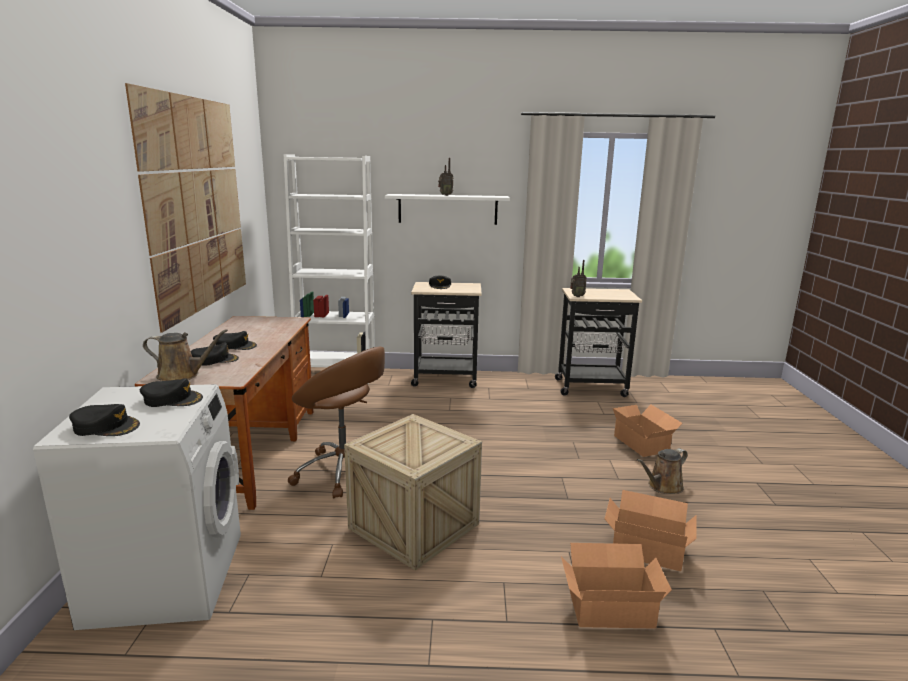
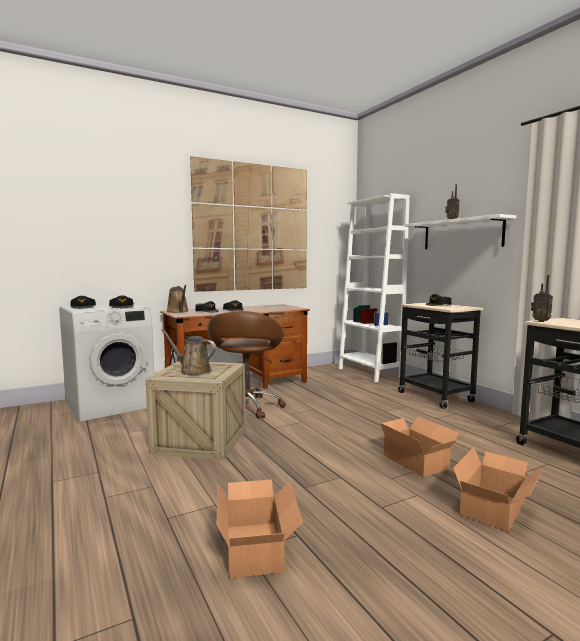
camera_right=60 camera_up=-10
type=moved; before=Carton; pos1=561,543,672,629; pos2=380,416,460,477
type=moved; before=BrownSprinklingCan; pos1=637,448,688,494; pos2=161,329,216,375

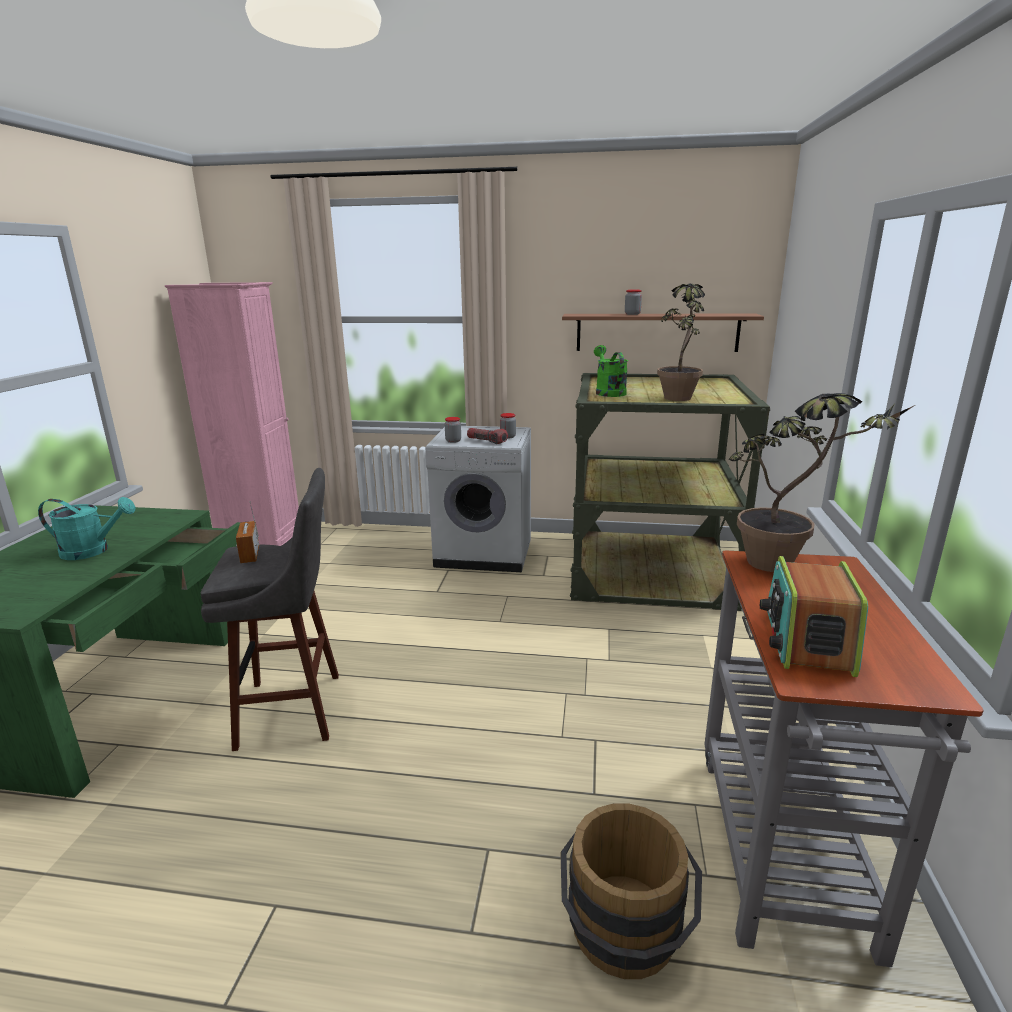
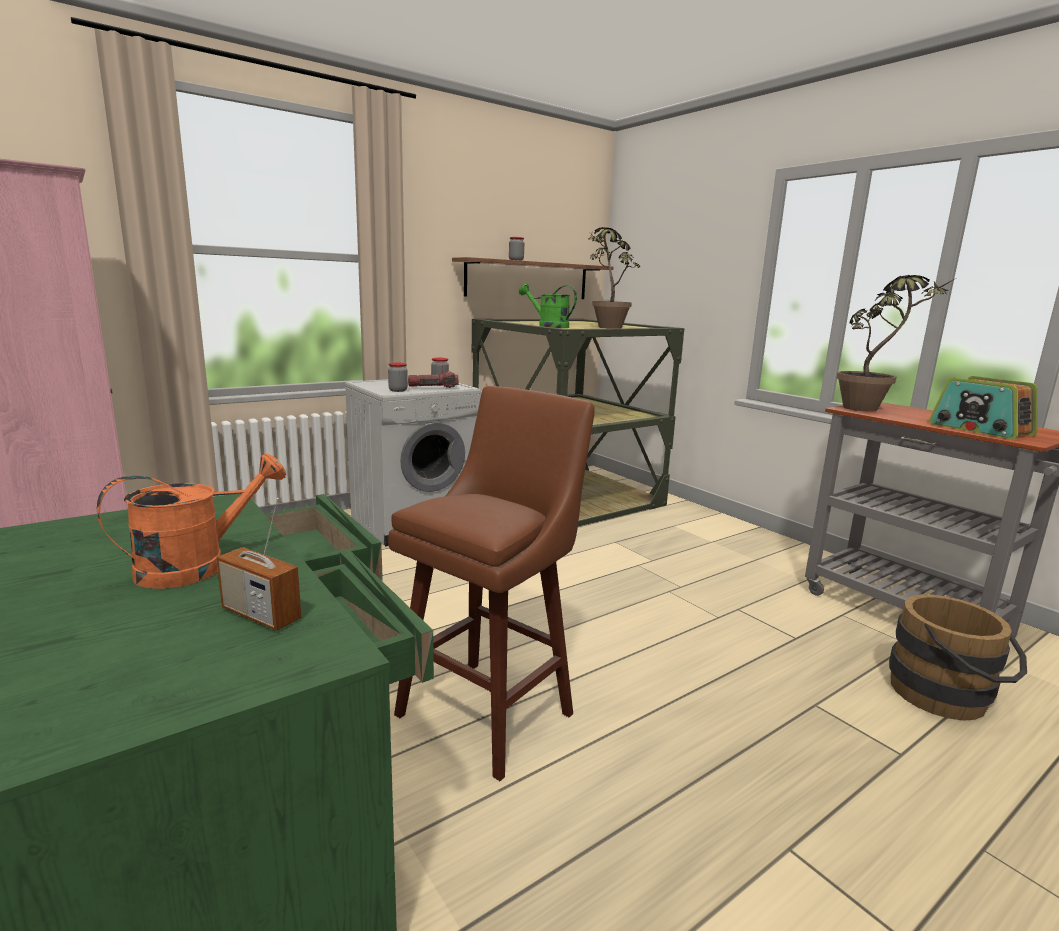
camera_right=-45 camera_up=-5
type=recoloured; before=BlueGreenSprinklingCan; after=OrangeySprinklingCan; pos1=38,497,136,560; pos2=97,453,286,589
type=recoloured; before=GraySittingStool; after=BrownSittingStool; pos1=201,468,339,751; pos2=388,386,595,781
type=moved; before=RadioSet; pos1=236,501,259,563; pos2=216,498,301,631

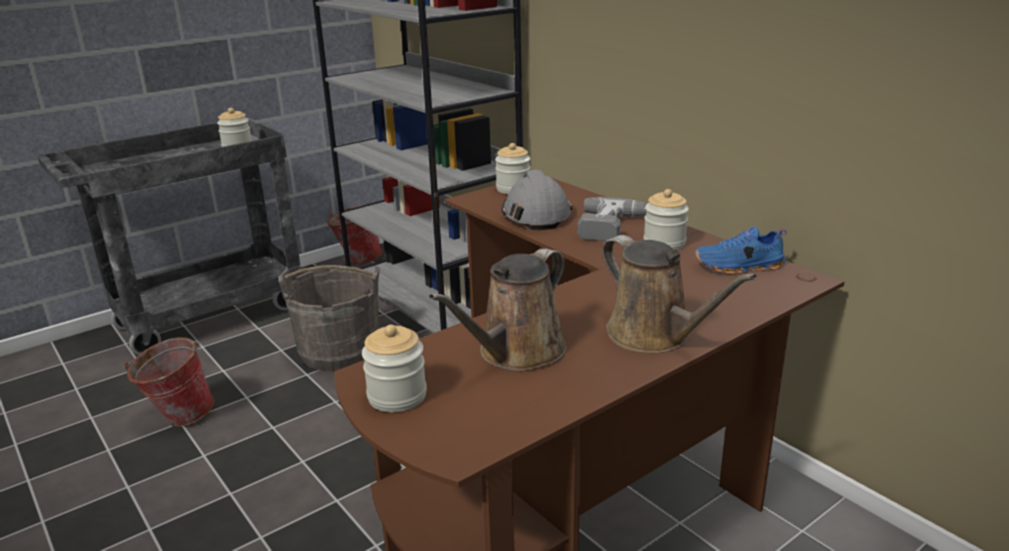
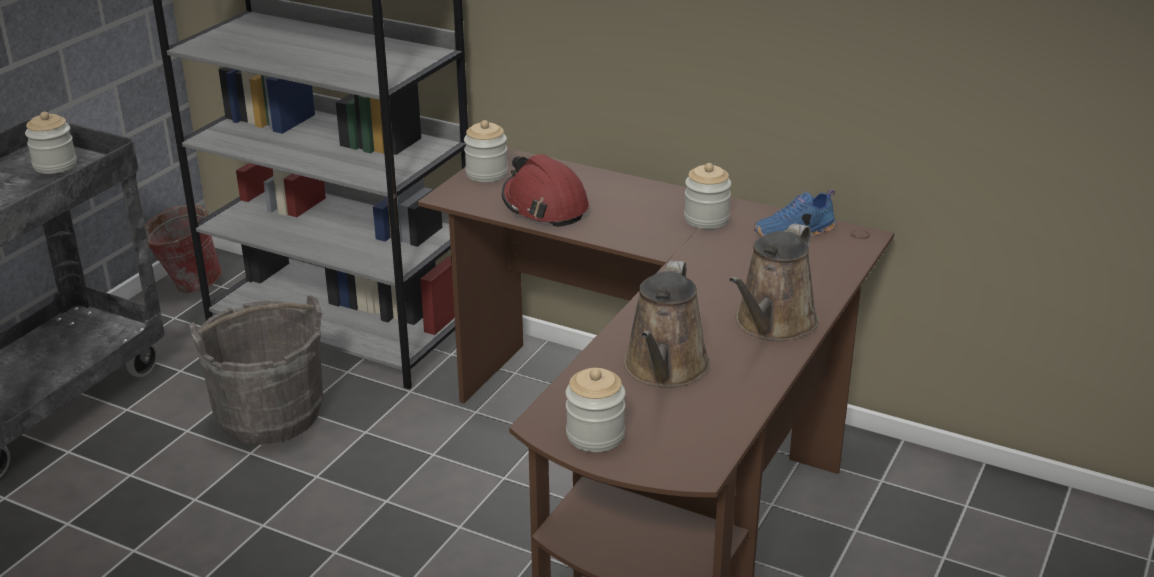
camera_right=-25 camera_up=5
type=removed; before=Bucket; pos1=124,337,215,427
type=recoloured; before=GrayWorkHelmet; after=RedColouredWorkHelmet; pos1=502,170,572,230; pos2=502,154,589,227
type=removed; before=ElectricDrill; pos1=577,197,648,241
type=turned; before=BrownSprinklingCan; pos1=602,235,757,353; pos2=729,223,818,341; turn=90

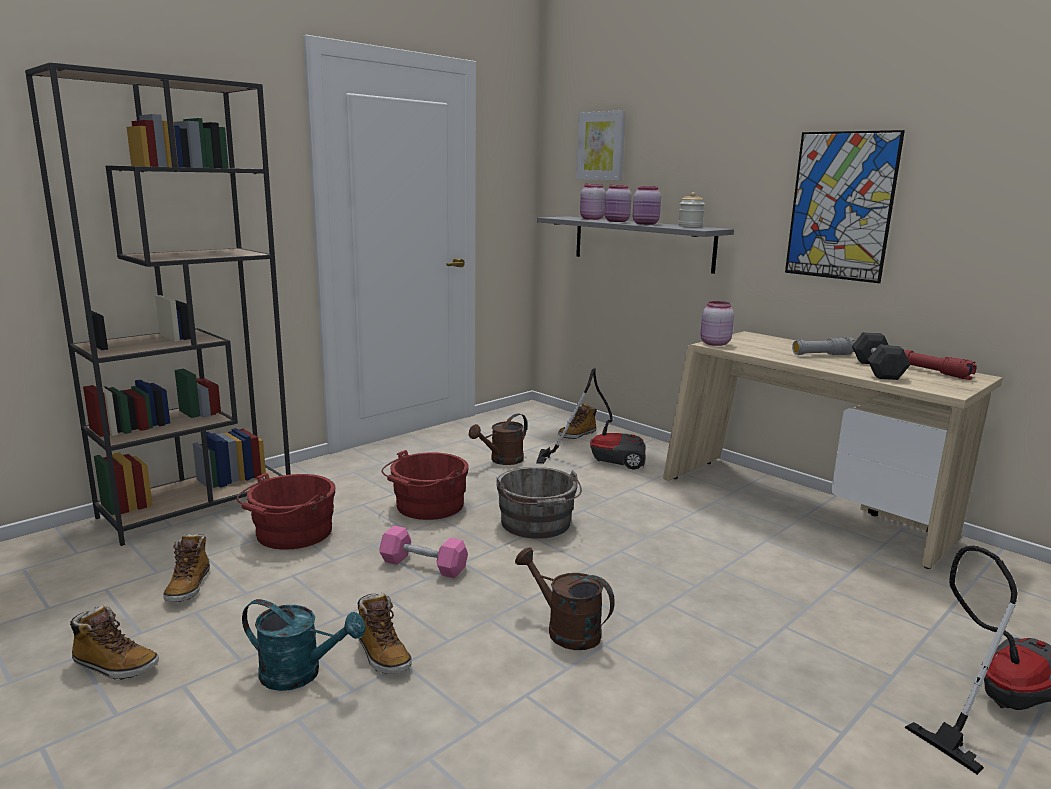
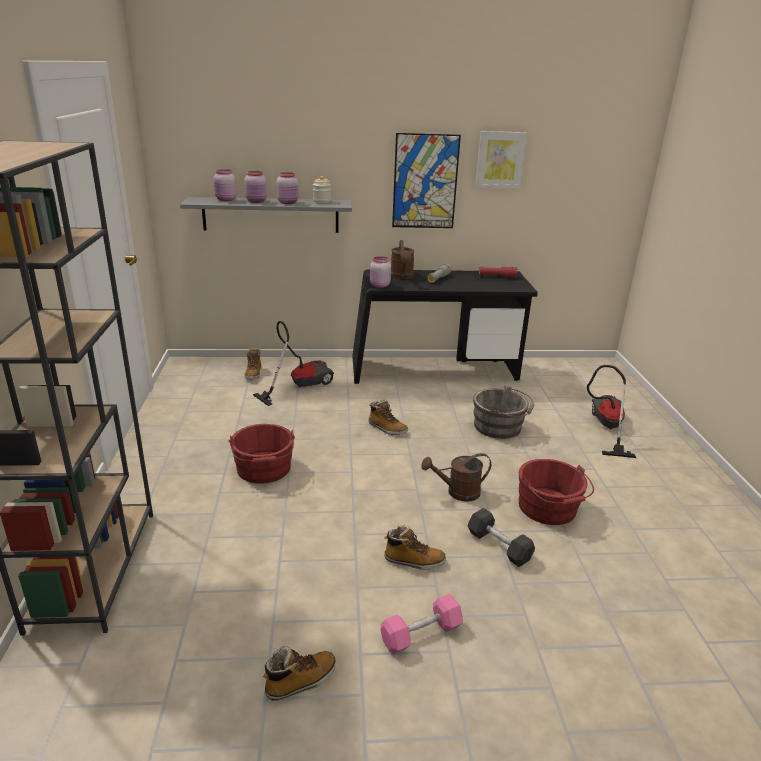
camera_right=-50 camera_up=10
type=moved; before=HighTopBoot; pos1=163,534,210,602; pos2=368,400,408,435
type=moved; before=RedColouredBucket; pos1=236,473,335,550; pos2=518,459,594,525
type=removed; before=BlueGreenSprinklingCan; pos1=242,599,366,691
type=moved; before=PinkFreeWeight; pos1=379,526,468,579; pos2=380,594,463,655
type=moved; before=BrownSprinklingCan; pos1=469,413,527,465; pos2=391,240,414,279
type=moved; before=GrayBucket; pos1=496,467,582,539; pos2=473,385,534,439
type=moved; before=Picture; pos1=576,110,626,181; pos2=475,131,527,188
type=recoloured; before=SandColouredDesk; after=BlackColouredDesk; pos1=663,331,1003,569; pos2=352,269,538,384
type=moved; before=GrayFreeWeight; pos1=852,332,910,380; pos2=468,508,535,567

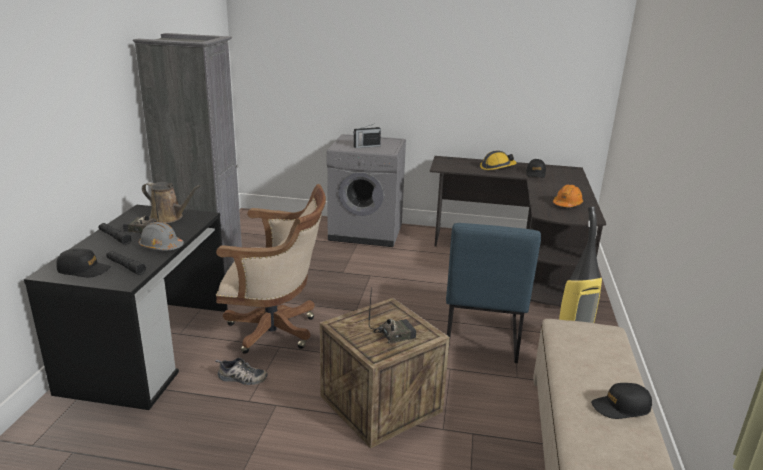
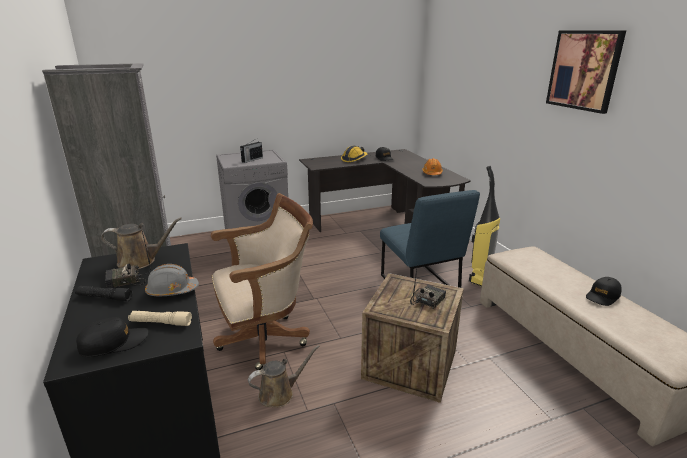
camera_right=-30 camera_up=0
type=recoloured; before=BlackColouredHandTorch; after=SandColouredHandTorch; pos1=106,251,146,275; pos2=128,311,192,326
type=replaced; before=LowShoe; after=BrownSprinklingCan; pos1=215,358,268,385; pos2=248,345,320,408
type=added; after=Picture; pos2=546,30,626,114

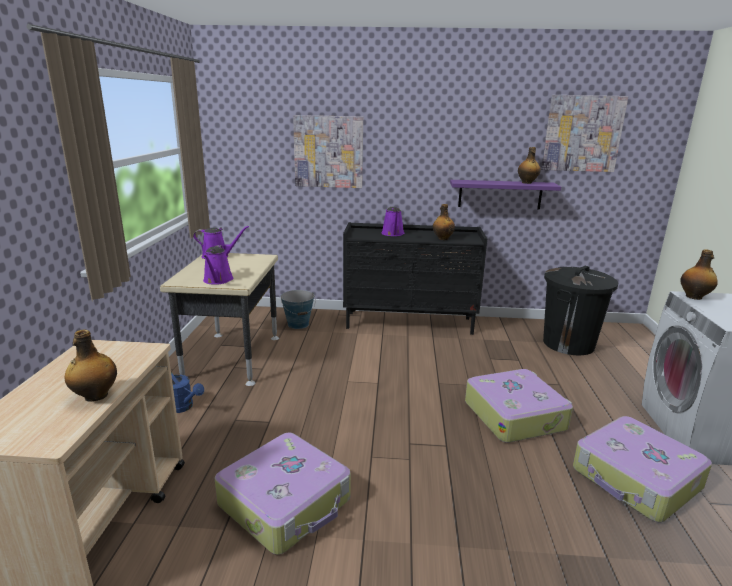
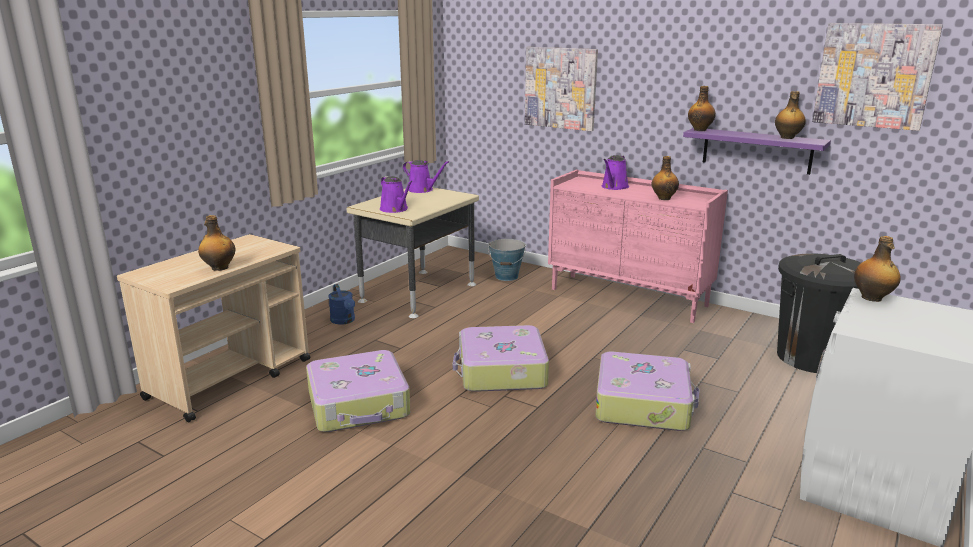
camera_right=30 camera_up=0
type=turned; before=PurpleSprinklingCan; pos1=203,245,234,285; pos2=380,176,413,213; turn=-60
type=recoloured; before=BlackColouredStorageCabinet; after=PinkStorageCabinet; pos1=343,222,487,335; pos2=548,170,728,323
type=moved; before=PieceOfLuggage; pos1=573,416,712,522; pos2=453,325,549,392
type=added; after=BeverageBottle; pos2=688,86,716,131

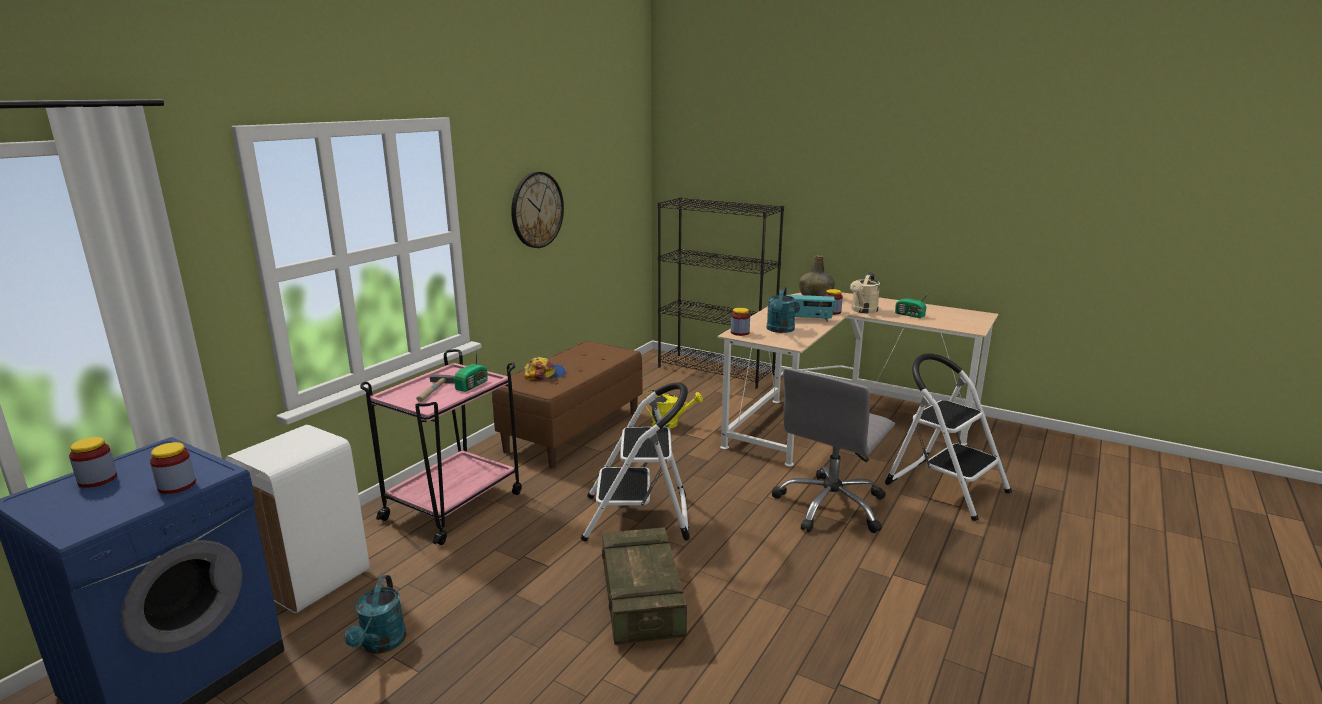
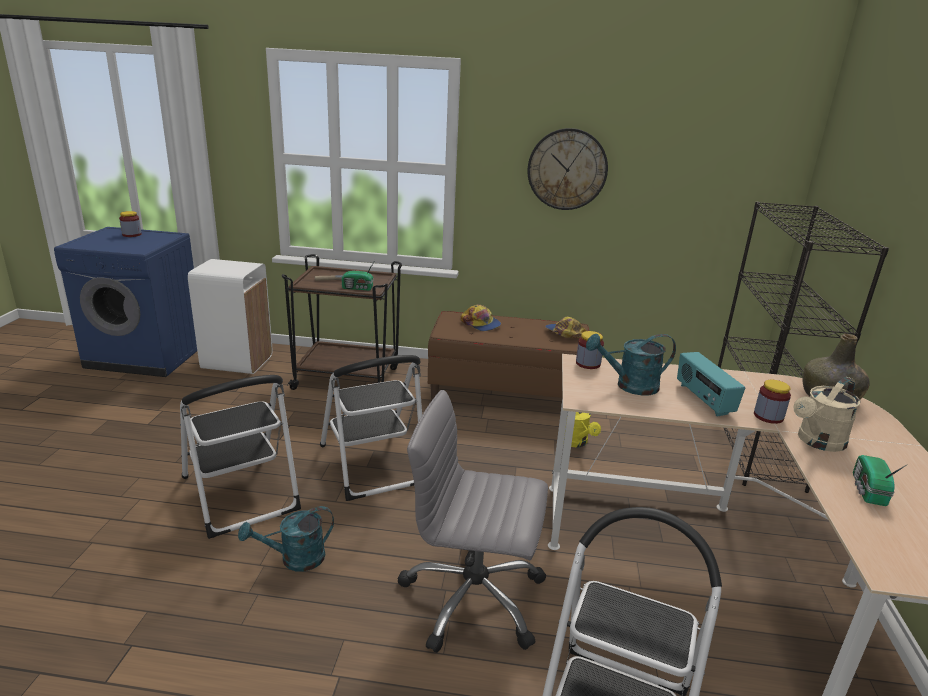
camera_right=65 camera_up=5
type=removed; before=PreserveJar; pos1=150,442,196,494
type=moved; before=BlueGreenSprinklingCan; pos1=344,575,406,654; pos2=238,506,334,572
type=recoloured; before=PinkCart; after=BrownCart; pos1=360,349,522,545; pos2=282,254,402,390
type=replaced; before=Crate; after=Stepladder; pos1=602,527,687,645; pos2=180,375,301,539
type=turned; before=SandColouredSprinklingCan; pos1=850,272,880,313; pos2=793,377,860,452; turn=-45
type=added; after=BaseballCap; pos2=545,317,587,339

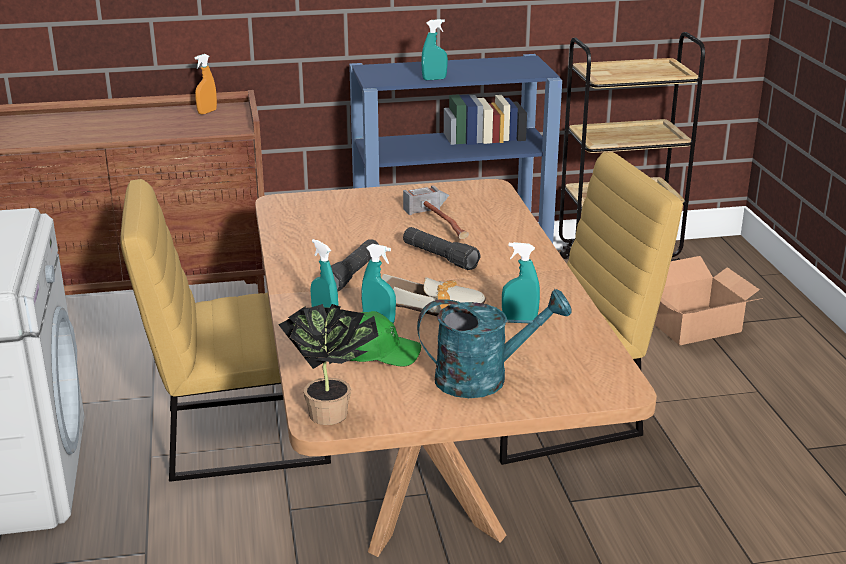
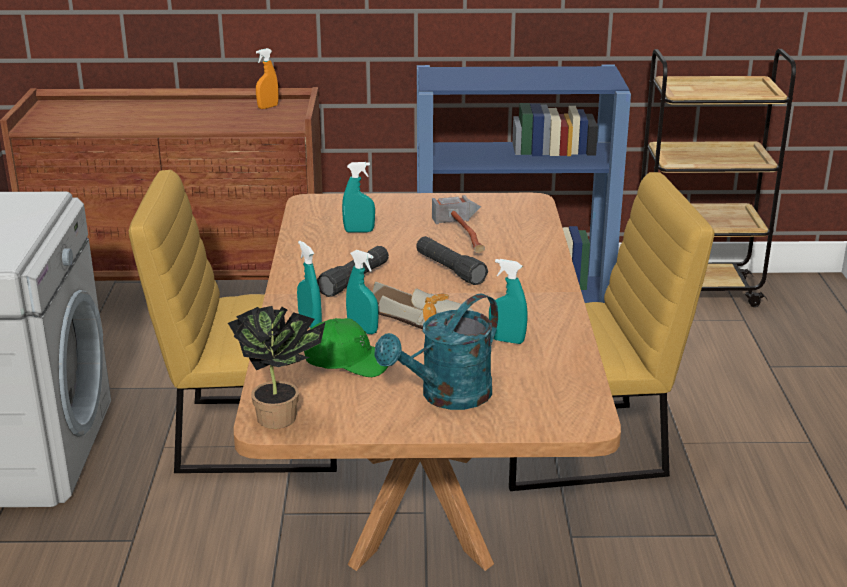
camera_right=10 camera_up=0
type=turned; before=BlueGreenSprinklingCan; pos1=417,289,572,398; pos2=375,293,498,410; turn=135
type=moved; before=BlueGreenSprayBottle; pos1=421,19,448,80; pos2=342,162,375,232
type=removed; before=Carton; pos1=654,256,763,345

